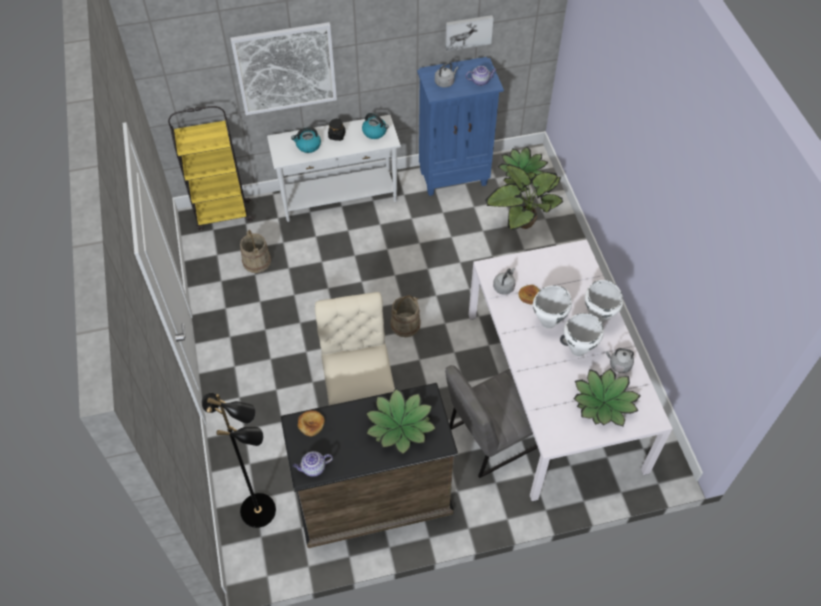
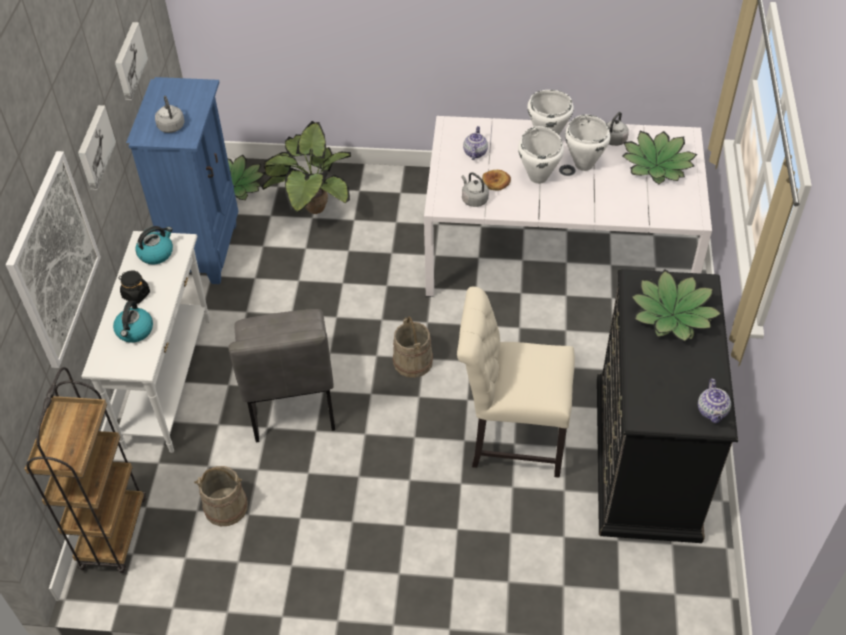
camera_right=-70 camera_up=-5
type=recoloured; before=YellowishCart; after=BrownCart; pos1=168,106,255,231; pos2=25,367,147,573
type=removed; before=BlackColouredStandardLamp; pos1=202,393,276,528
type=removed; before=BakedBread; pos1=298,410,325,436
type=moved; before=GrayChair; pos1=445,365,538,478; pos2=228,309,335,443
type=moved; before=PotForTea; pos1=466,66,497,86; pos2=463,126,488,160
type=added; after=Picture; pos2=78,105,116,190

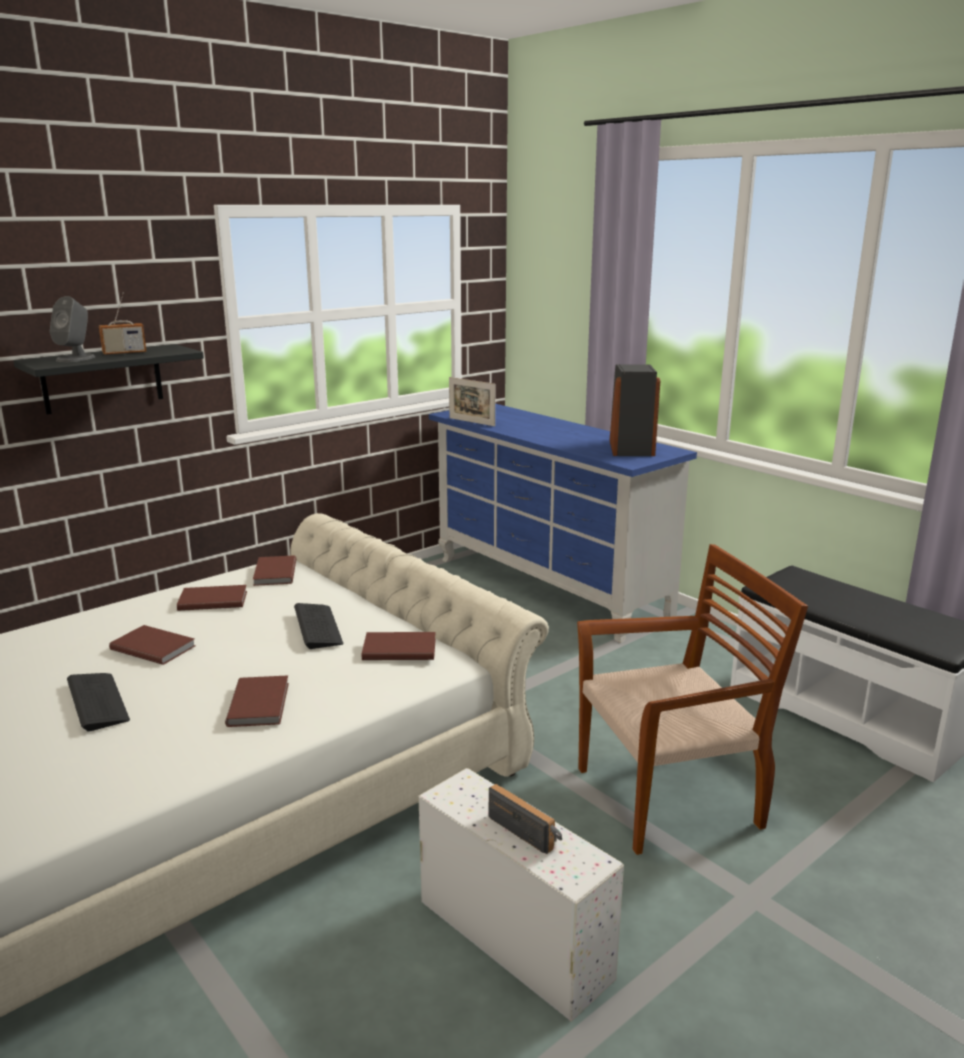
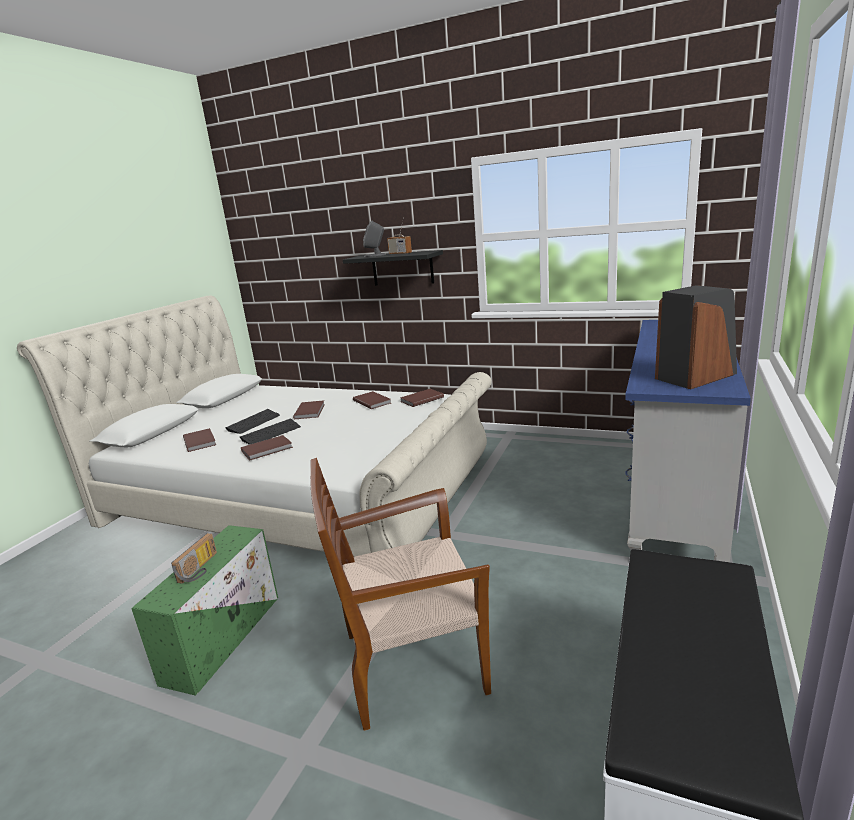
camera_right=65 camera_up=0
type=moved; before=ComputerKeyboard; pos1=294,603,343,649; pos2=240,418,301,445
type=moved; before=BrownBook; pos1=362,632,436,660; pos2=183,428,216,452
type=recoloured; before=WhiteStorageContainer; after=GreenColouredStorageContainer; pos1=418,768,624,1022; pos2=131,525,278,696
type=removed; before=PhotoFrame; pos1=449,377,495,426
type=turned; before=BrownLoungeChair; pos1=577,544,808,855; pos2=310,458,491,731; turn=120

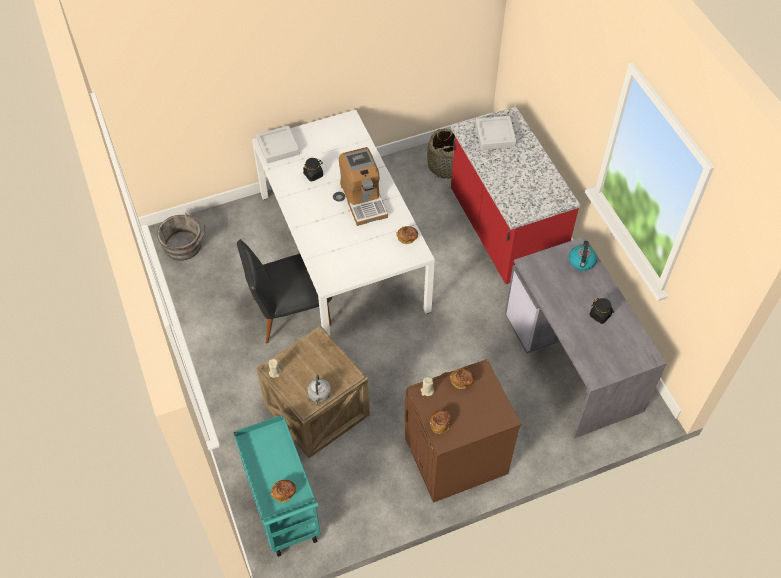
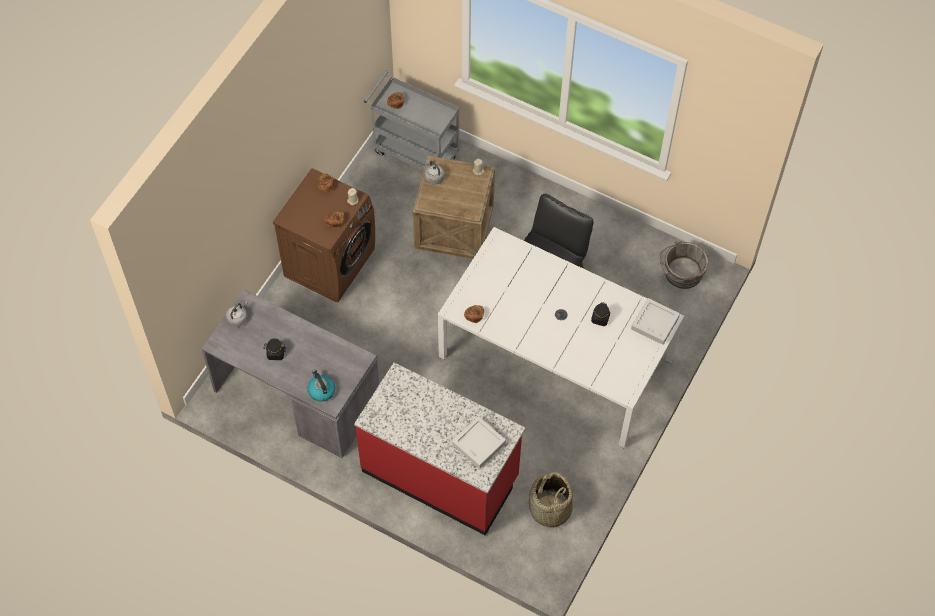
camera_right=140 camera_up=5
type=recoloured; before=BlueGreenCart; after=GrayCart; pos1=233,415,321,557; pos2=364,70,459,171
type=removed; before=CoffeeMaker; pos1=339,147,388,226
type=added; after=GrayWaterKettle; pos2=226,301,248,327

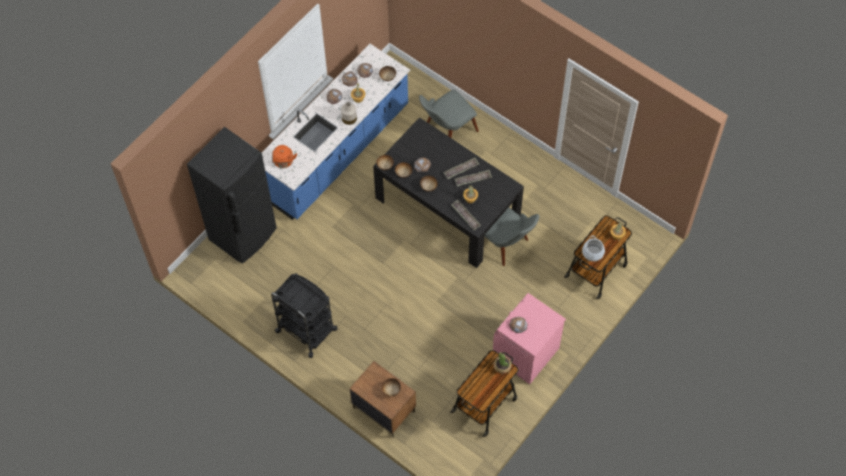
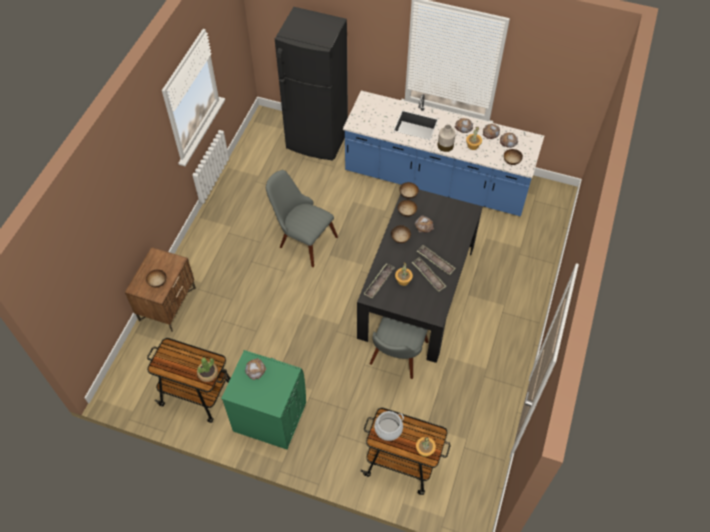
camera_right=70 camera_up=-5
type=removed; before=BlackColouredCart; pos1=271,273,338,358
type=removed; before=OrangeyWaterKettle; pos1=272,145,297,168
type=moved; before=GrayChair; pos1=419,89,479,138; pos2=266,170,338,267
type=recoloured; before=PinkLaundryAppliance; after=GreenColouredLaundryAppliance; pos1=493,293,566,384; pos2=221,350,306,449

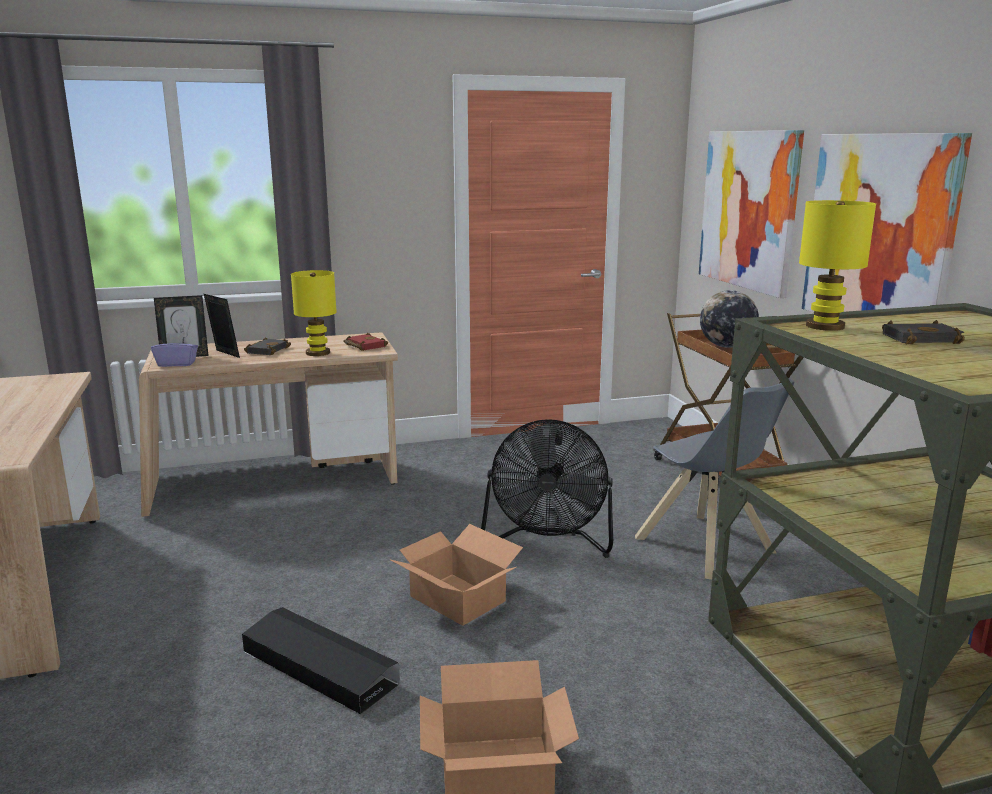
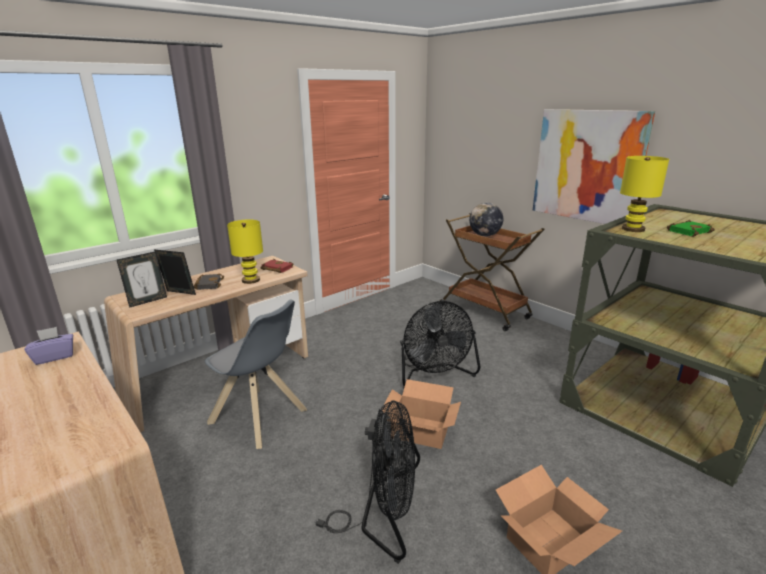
camera_right=-25 camera_up=5
type=moved; before=PurpleTissueHolder; pos1=151,333,198,367; pos2=24,327,73,365
type=replaced; before=BlackColouredStorageContainer; after=BlackColouredElectricFan; pos1=242,607,400,714; pos2=315,400,420,564
type=moved; before=GrayChair; pos1=635,378,794,580; pos2=205,300,307,449
type=removed; before=Picture; pos1=699,130,804,298
type=recoloured; before=BlackColouredBook; after=GreenColouredBook; pos1=882,320,965,344; pos2=667,220,715,237

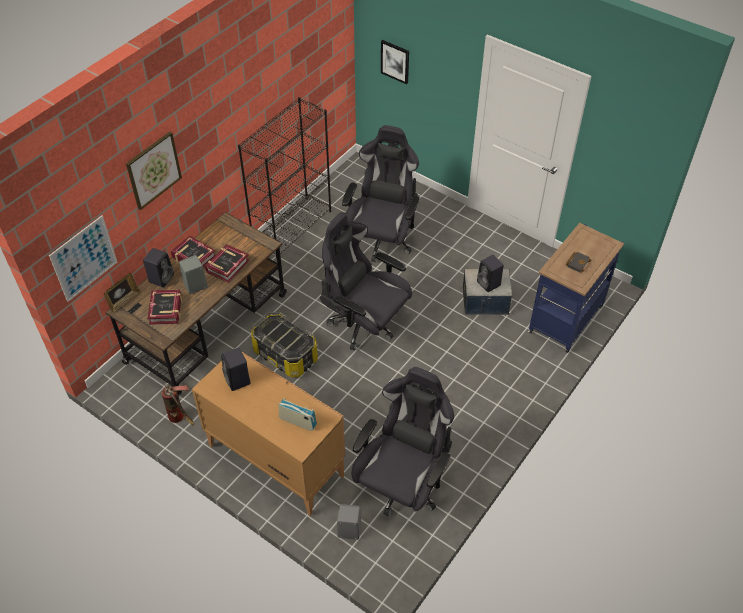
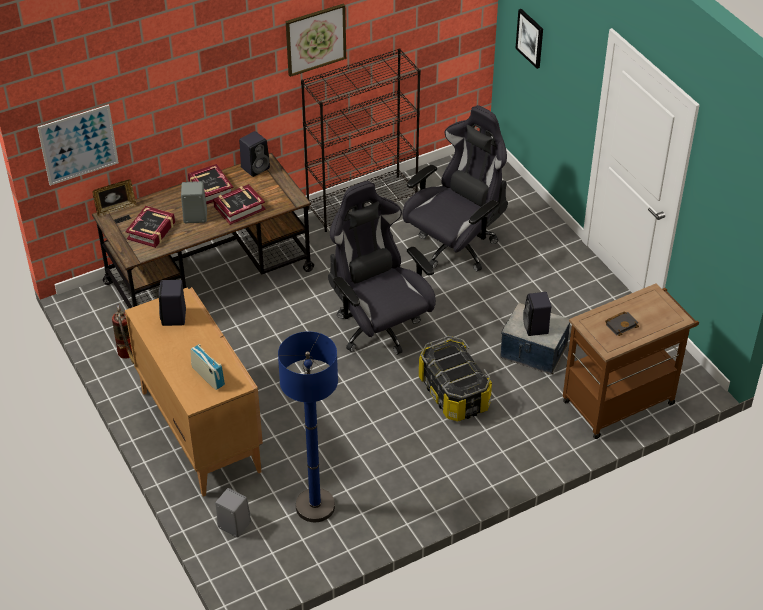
camera_right=25 camera_up=-5
type=moved; before=Picture; pos1=126,132,182,210; pos2=286,3,346,77
type=moved; before=BlackColouredSpeaker; pos1=143,248,174,288; pos2=239,131,270,177
type=moved; before=StorageContainer; pos1=251,312,318,377; pos2=419,336,492,421
type=replaced; before=BlackColouredComputerChair; after=BlueColouredStandardLamp; pos1=352,367,454,516; pos2=278,331,338,522
type=recoloured; before=BlueColouredCart; after=BrownCart; pos1=529,223,624,353; pos2=563,283,699,439

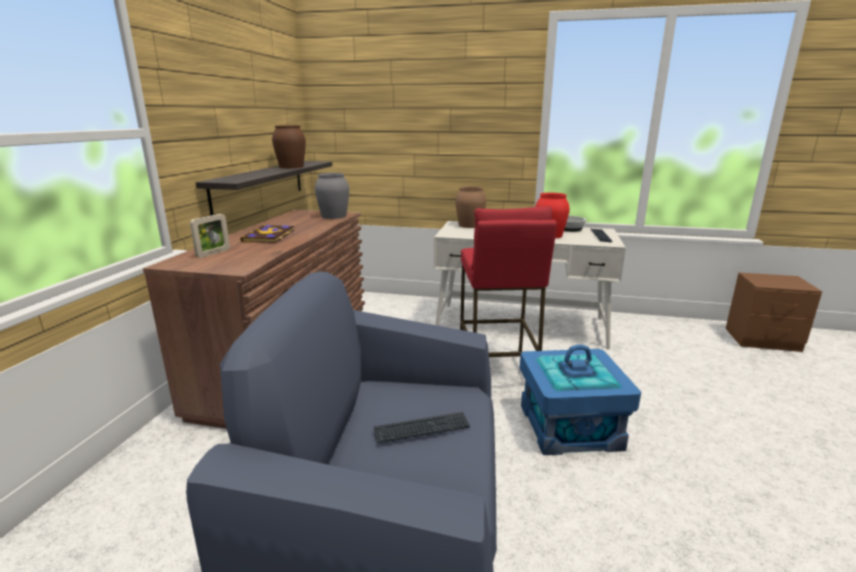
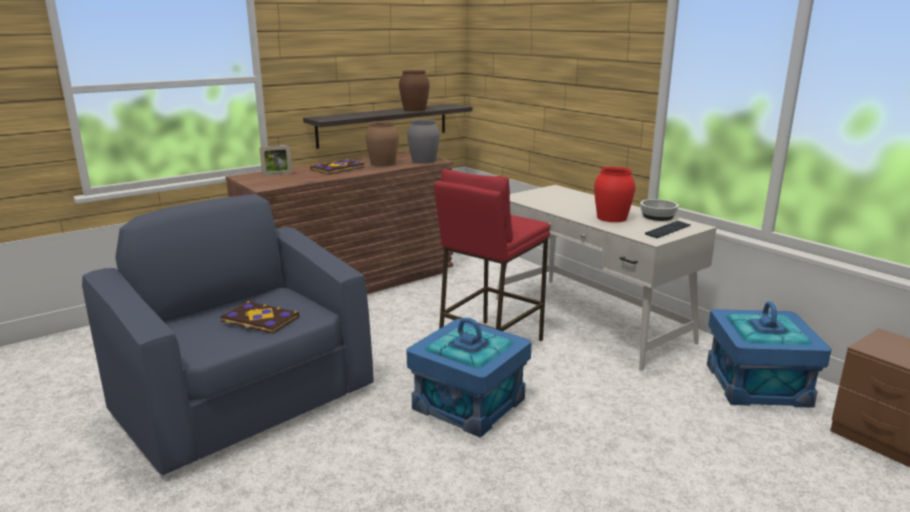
camera_right=40 camera_up=0
type=replaced; before=ComputerKeyboard; after=Book; pos1=374,412,470,443; pos2=220,301,299,334
type=moved; before=BrownFlowerVase; pos1=455,186,486,228; pos2=365,121,399,166
type=added; after=BlueColouredStorageContainer; pos2=707,301,832,408

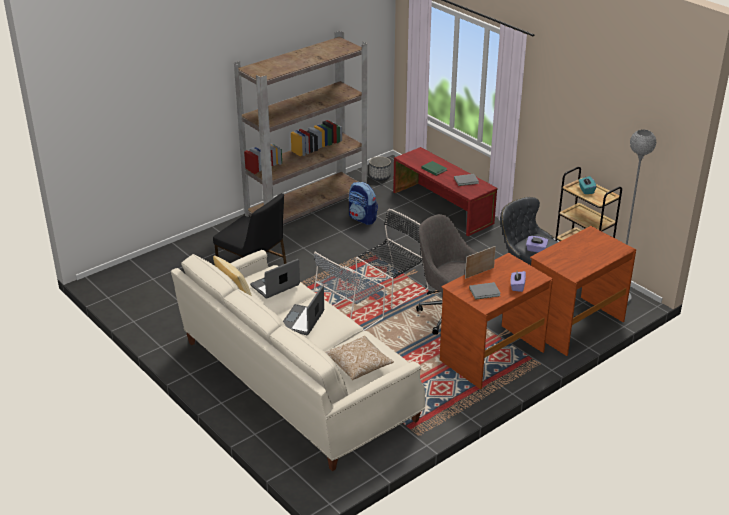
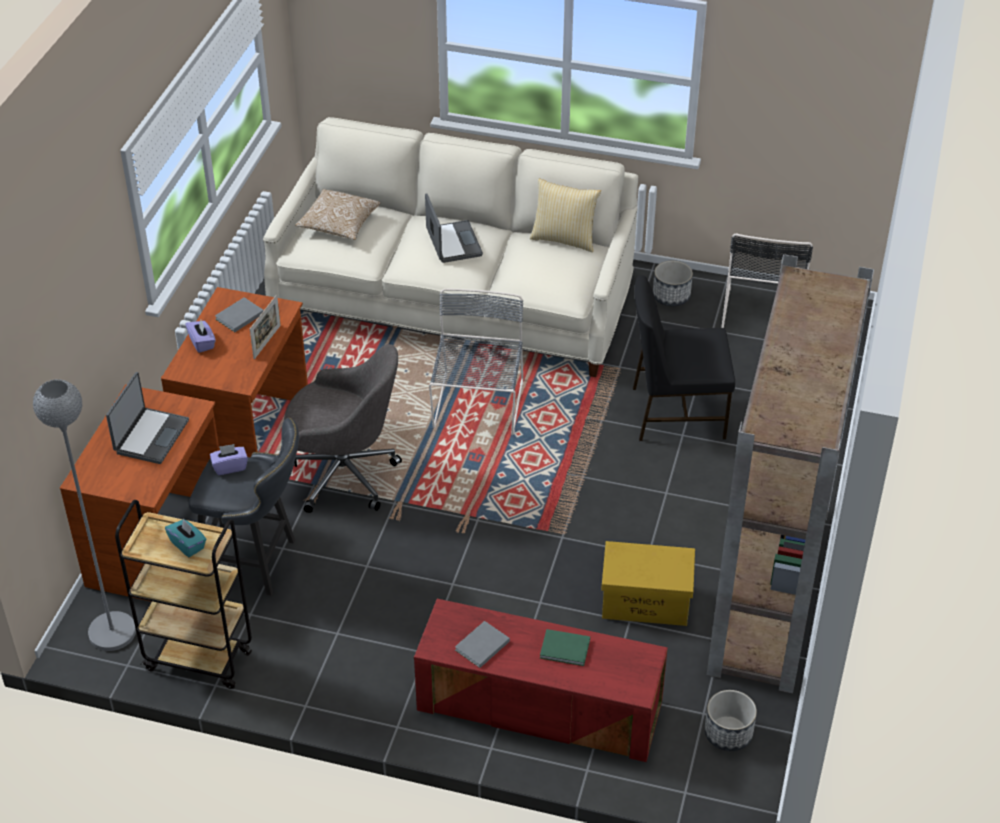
camera_right=145 camera_up=10
type=moved; before=PortableComputer; pos1=250,259,300,299; pos2=106,372,189,464
type=replaced; before=Rucksack; after=YellowishStorageContainer; pos1=349,182,378,225; pos2=601,541,695,626
type=moved; before=BlackColouredChair; pos1=356,209,428,309; pos2=721,233,813,328
type=added; after=FlowerPot; pos2=653,261,693,306

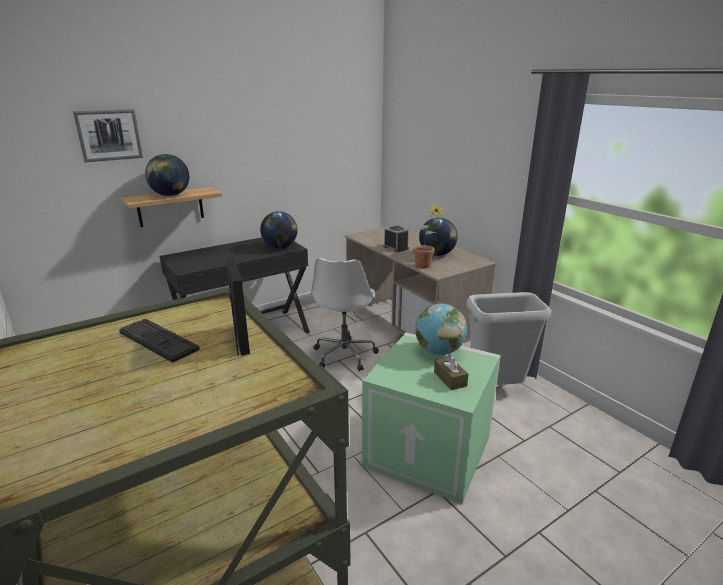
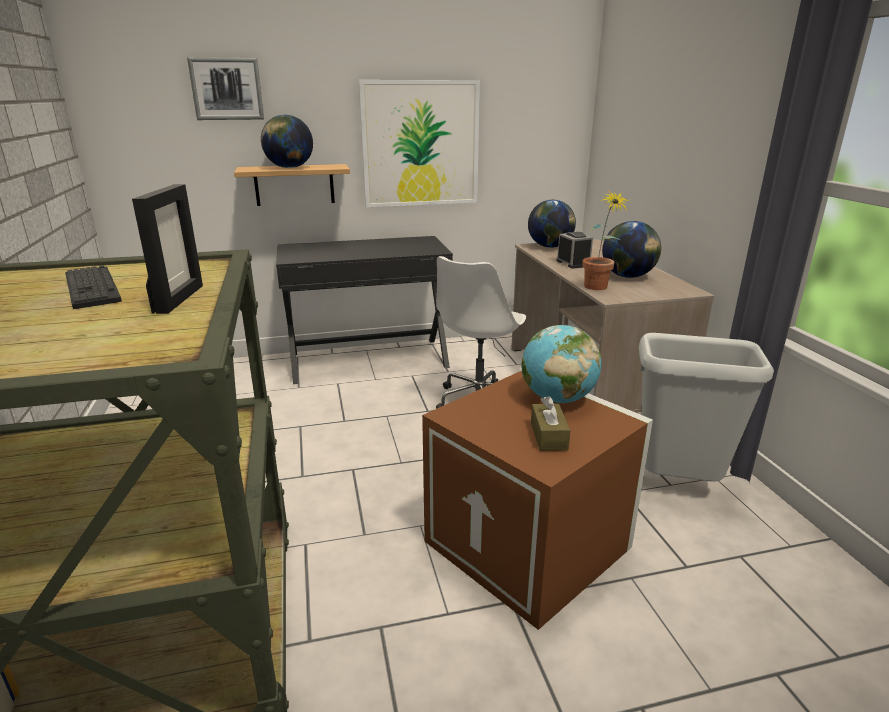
camera_right=20 camera_up=0
type=moved; before=Globe; pos1=260,211,298,248; pos2=528,200,576,248
type=recoloured; before=GreenColouredStorageContainer; after=BrownStorageContainer; pos1=362,332,501,504; pos2=422,371,653,630
type=added; after=Picture; pos2=359,80,480,207

